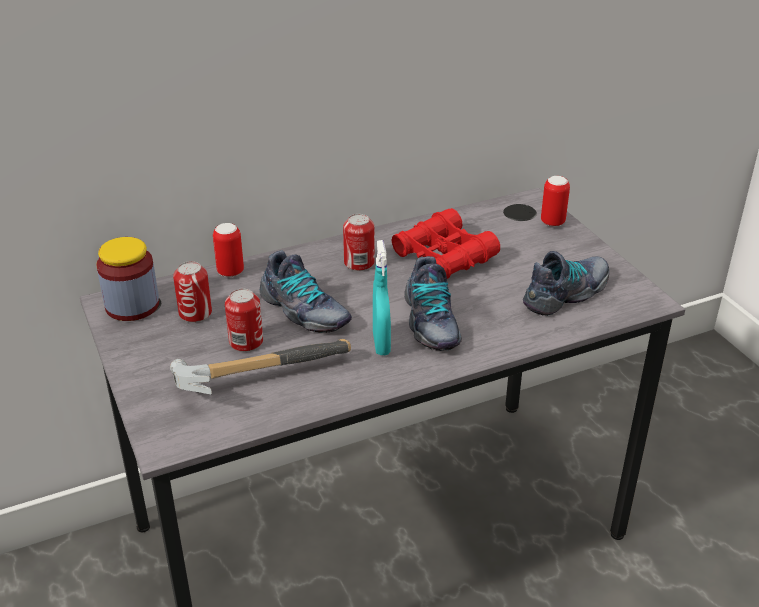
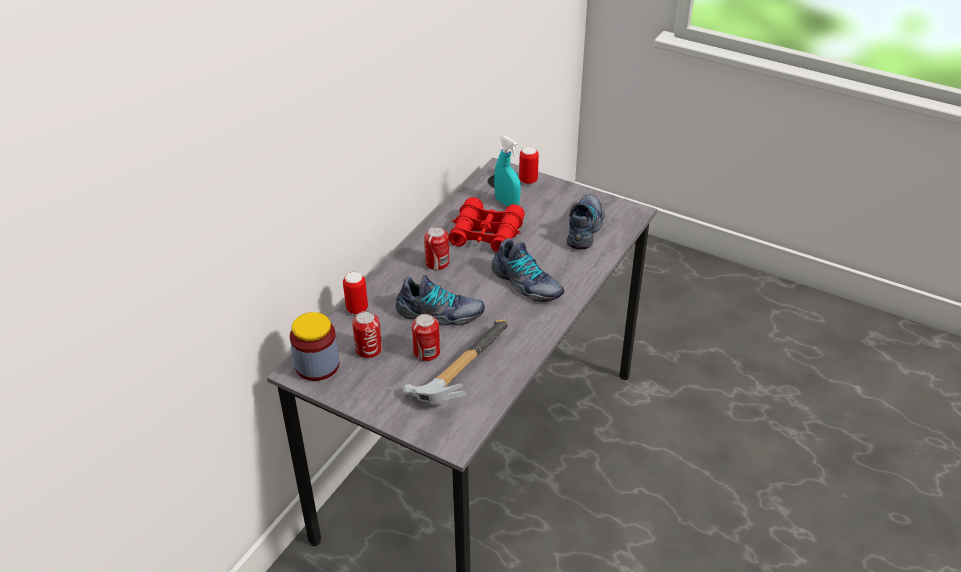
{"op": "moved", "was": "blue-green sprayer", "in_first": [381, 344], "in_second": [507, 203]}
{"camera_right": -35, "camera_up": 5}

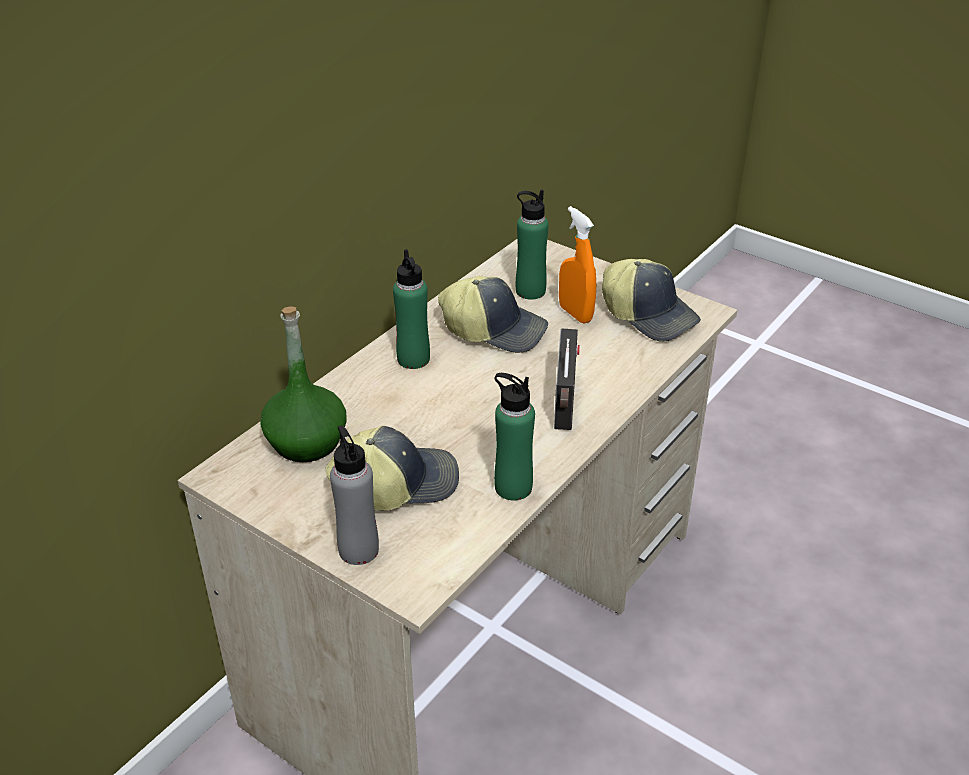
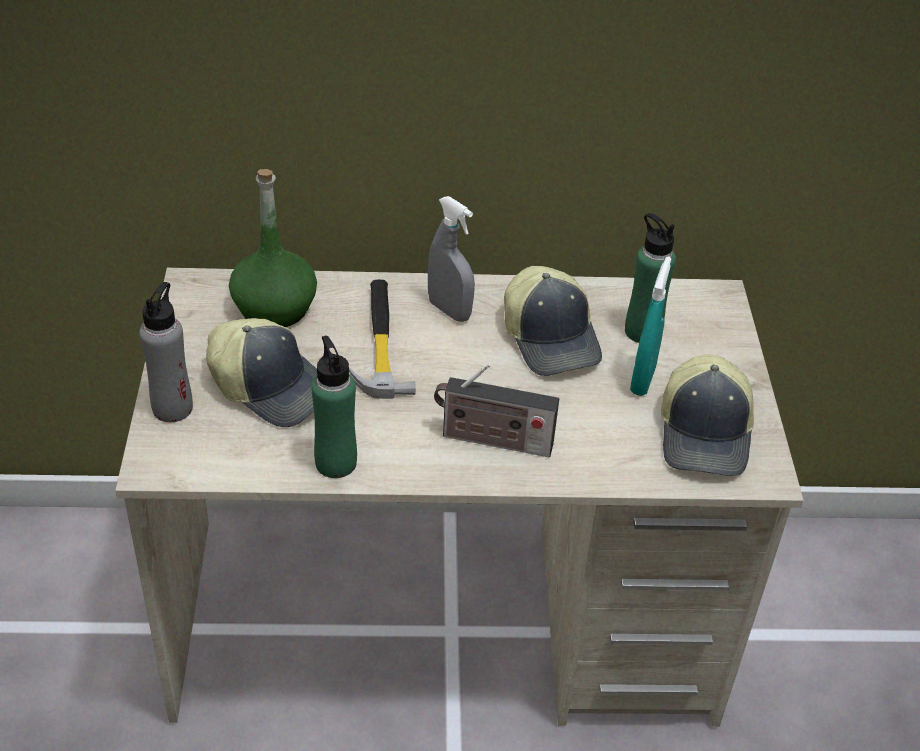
{"op": "added", "now": "tool hammer", "in_second": [379, 340]}
{"op": "replaced", "was": "green bottle", "now": "grey sprayer", "in_first": [413, 359], "in_second": [449, 310]}
{"op": "recoloured", "was": "orangey sprayer", "now": "blue-green sprayer", "in_first": [575, 314], "in_second": [642, 380]}
{"op": "turned", "was": "radio receiver", "in_first": [566, 403], "in_second": [491, 440], "clockwise": 45}
{"camera_right": 50, "camera_up": 5}

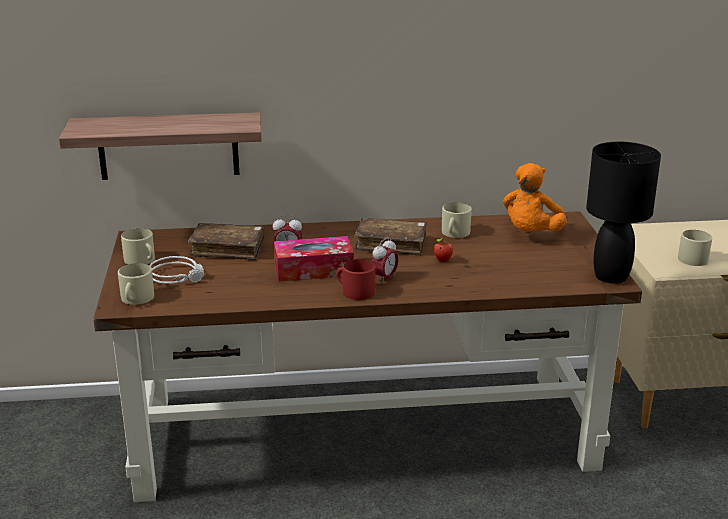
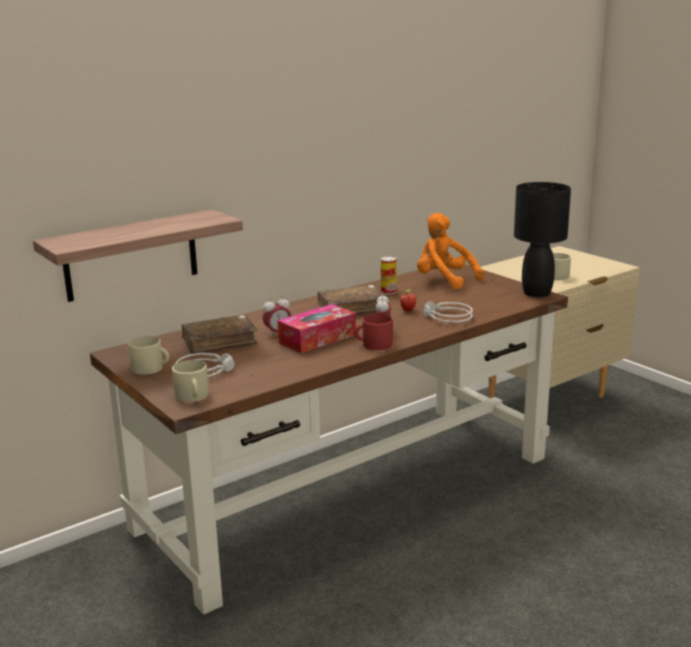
{"op": "added", "now": "grey headphones", "in_second": [446, 317]}
{"op": "replaced", "was": "beige tea mug", "now": "metal can", "in_first": [454, 233], "in_second": [388, 291]}
{"op": "turned", "was": "orangey soft toy", "in_first": [531, 234], "in_second": [444, 280], "clockwise": 135}
{"camera_right": -30, "camera_up": -5}

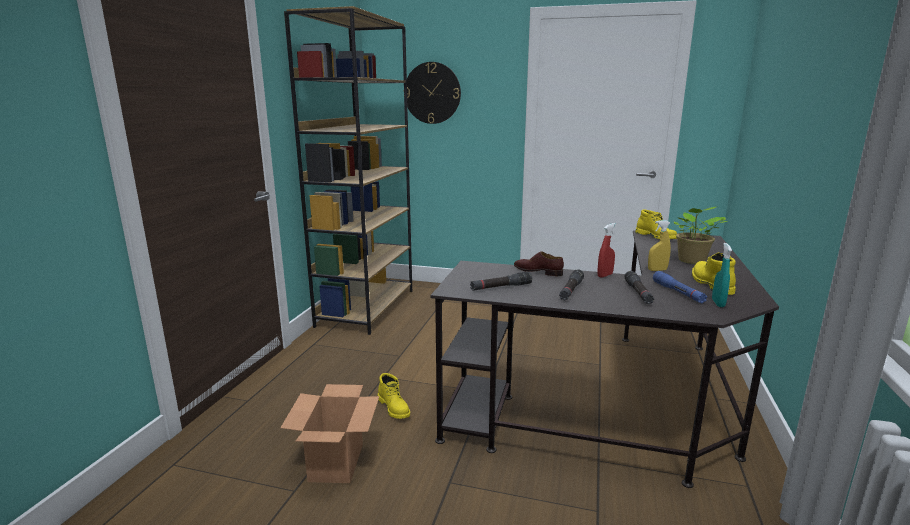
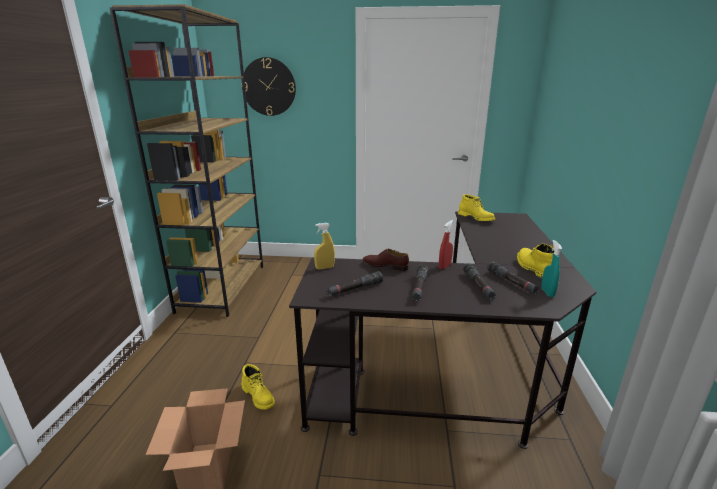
{"op": "removed", "was": "potted plant", "in_first": [691, 261]}
{"op": "moved", "was": "yellowish sprayer", "in_first": [657, 270], "in_second": [324, 268]}
{"op": "recoloured", "was": "blue torch", "now": "black-coloured torch", "in_first": [678, 293], "in_second": [511, 282]}
{"camera_right": -10, "camera_up": 5}

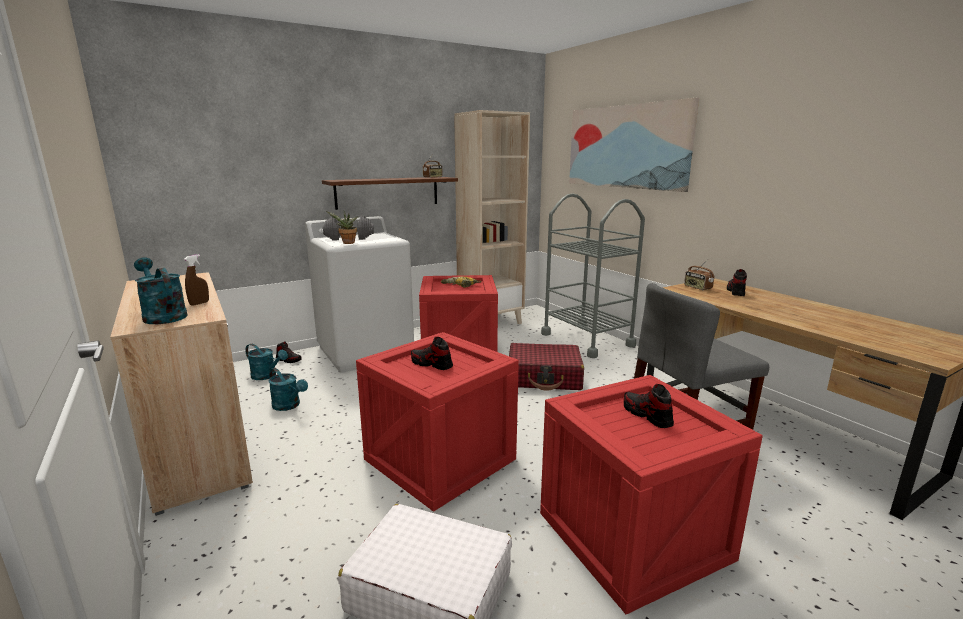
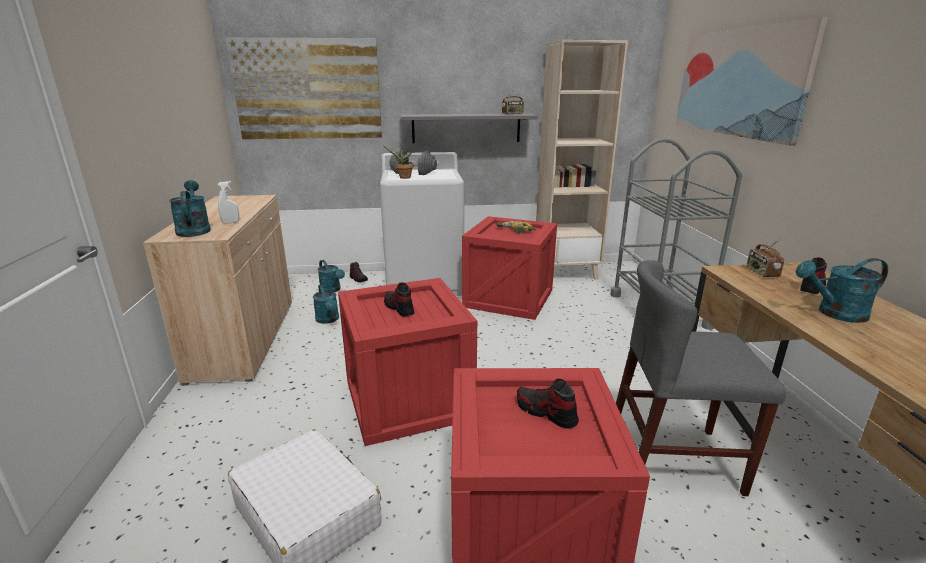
{"op": "removed", "was": "red-coloured piece of luggage", "in_first": [544, 377]}
{"op": "added", "now": "wall picture", "in_second": [308, 89]}
{"op": "added", "now": "blue-green watering pot", "in_second": [835, 314]}
{"op": "recoloured", "was": "brown-coloured sprayer", "now": "white-coloured sprayer", "in_first": [199, 303], "in_second": [231, 222]}
{"op": "recoloured", "was": "brown-coloured wall shelf", "now": "grey wall shelf", "in_first": [387, 192], "in_second": [466, 128]}
{"op": "turned", "was": "shoe", "in_first": [647, 415], "in_second": [546, 413], "clockwise": -45}
{"camera_right": 25, "camera_up": 5}

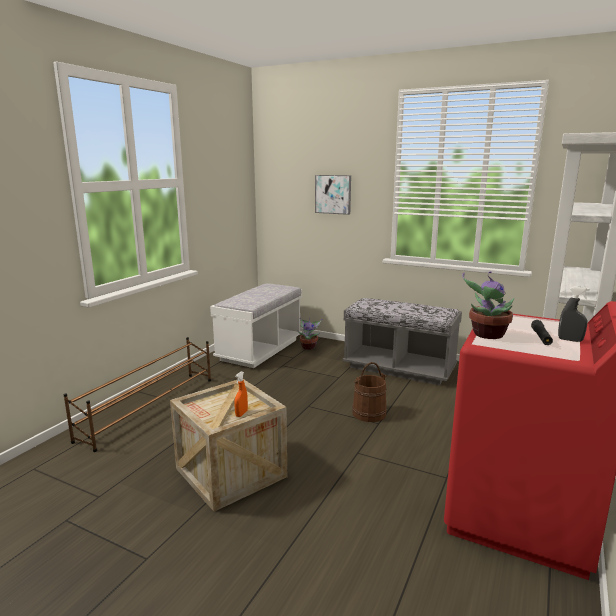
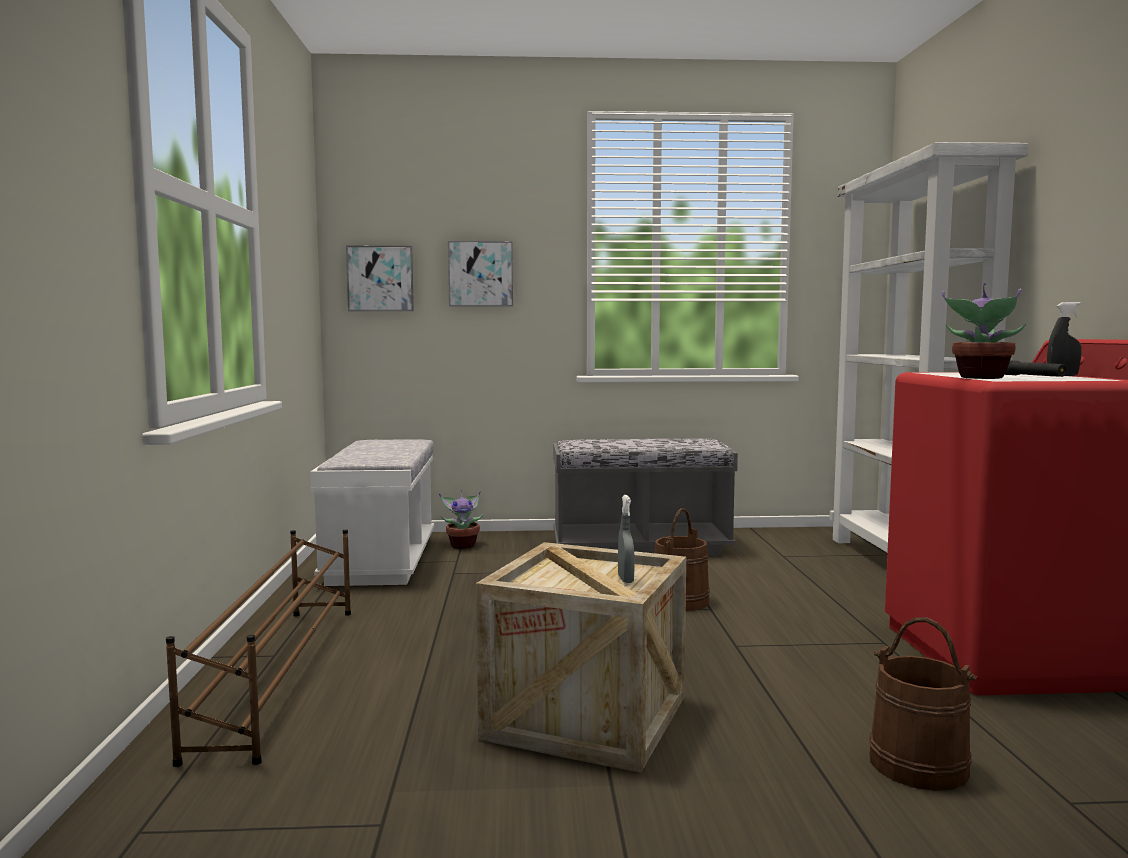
{"op": "added", "now": "wall picture", "in_second": [380, 278]}
{"op": "added", "now": "brown-coloured water bucket", "in_second": [917, 765]}
{"op": "recoloured", "was": "orangey sprayer", "now": "grey sprayer", "in_first": [241, 413], "in_second": [625, 579]}
{"camera_right": -30, "camera_up": -10}

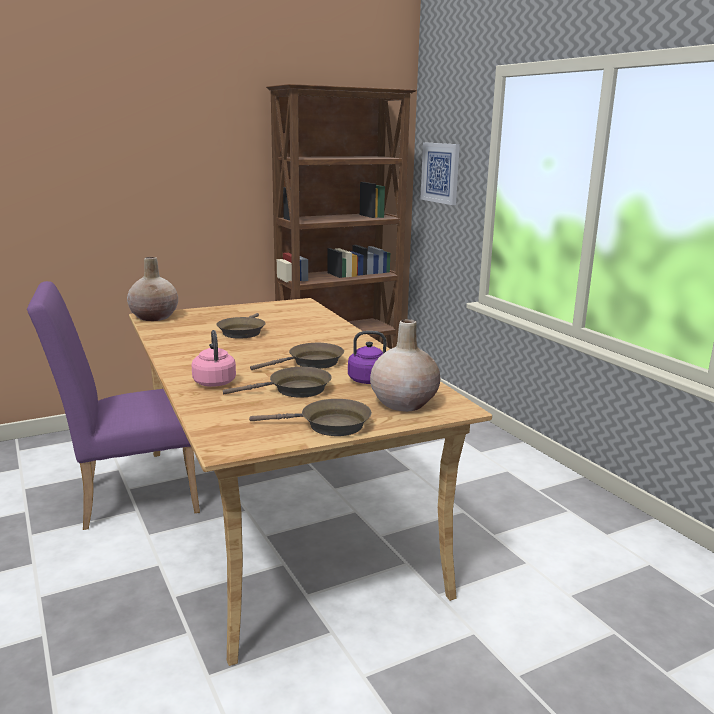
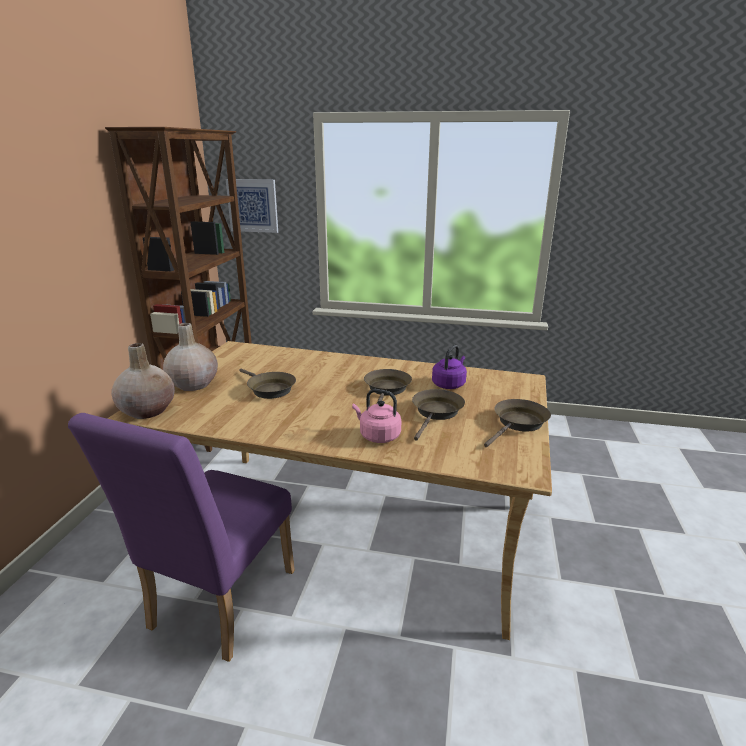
{"op": "moved", "was": "beige vase", "in_first": [404, 403], "in_second": [193, 384]}
{"camera_right": -50, "camera_up": 5}

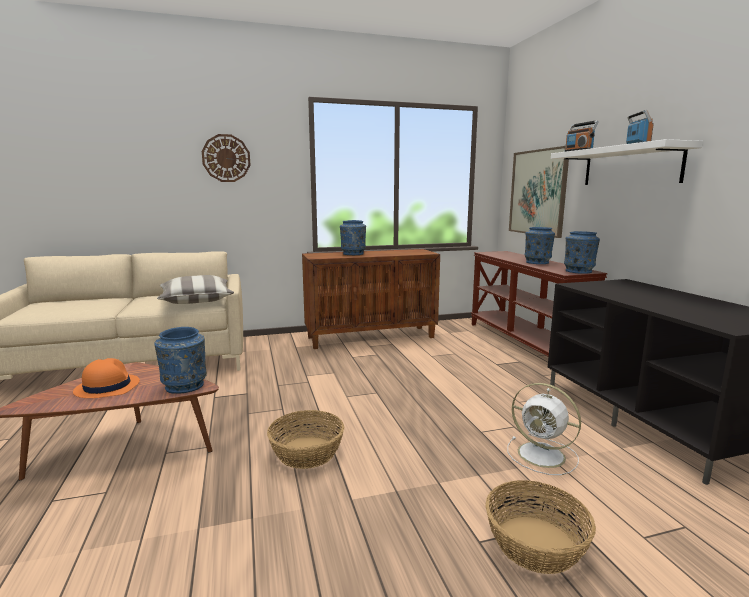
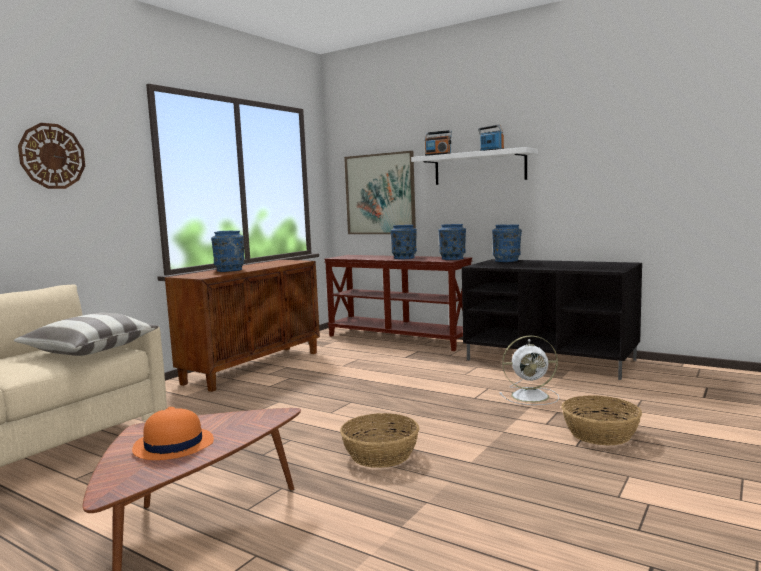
{"op": "moved", "was": "blue vase", "in_first": [184, 386], "in_second": [507, 260]}
{"camera_right": -40, "camera_up": -5}

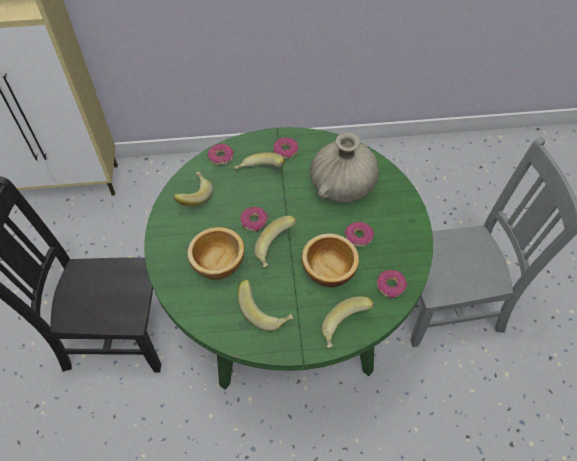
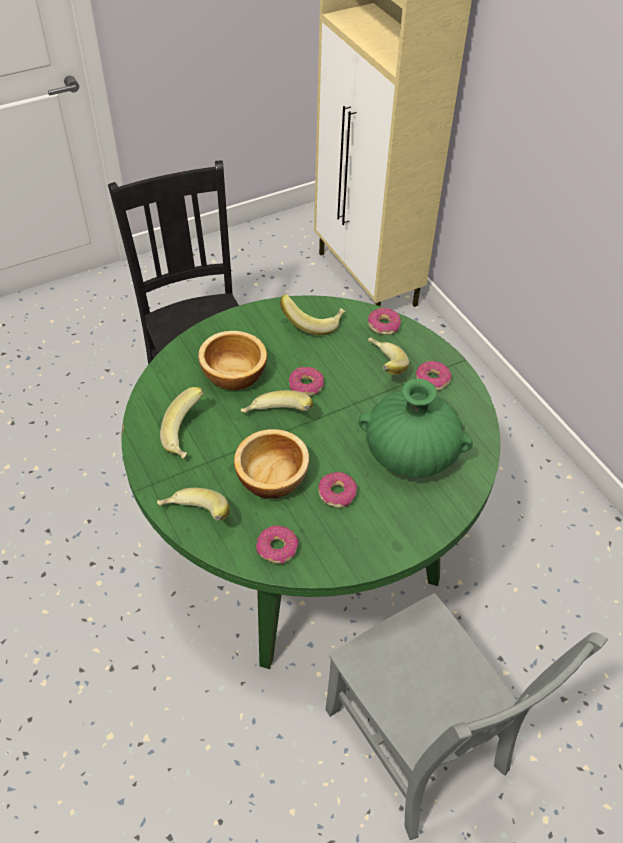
{"op": "recoloured", "was": "beige vase", "now": "green vase", "in_first": [343, 186], "in_second": [410, 454]}
{"camera_right": 65, "camera_up": -5}

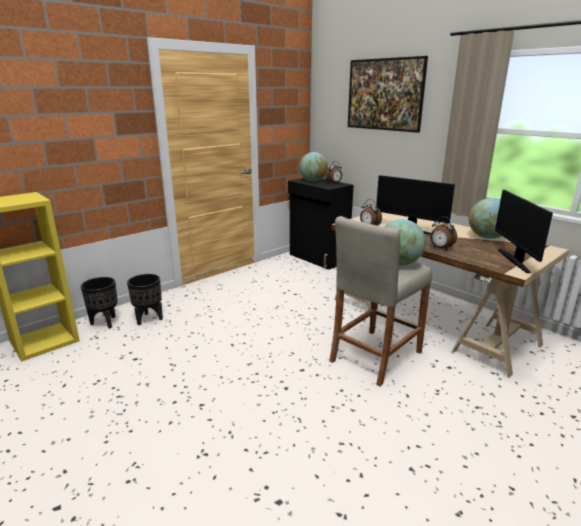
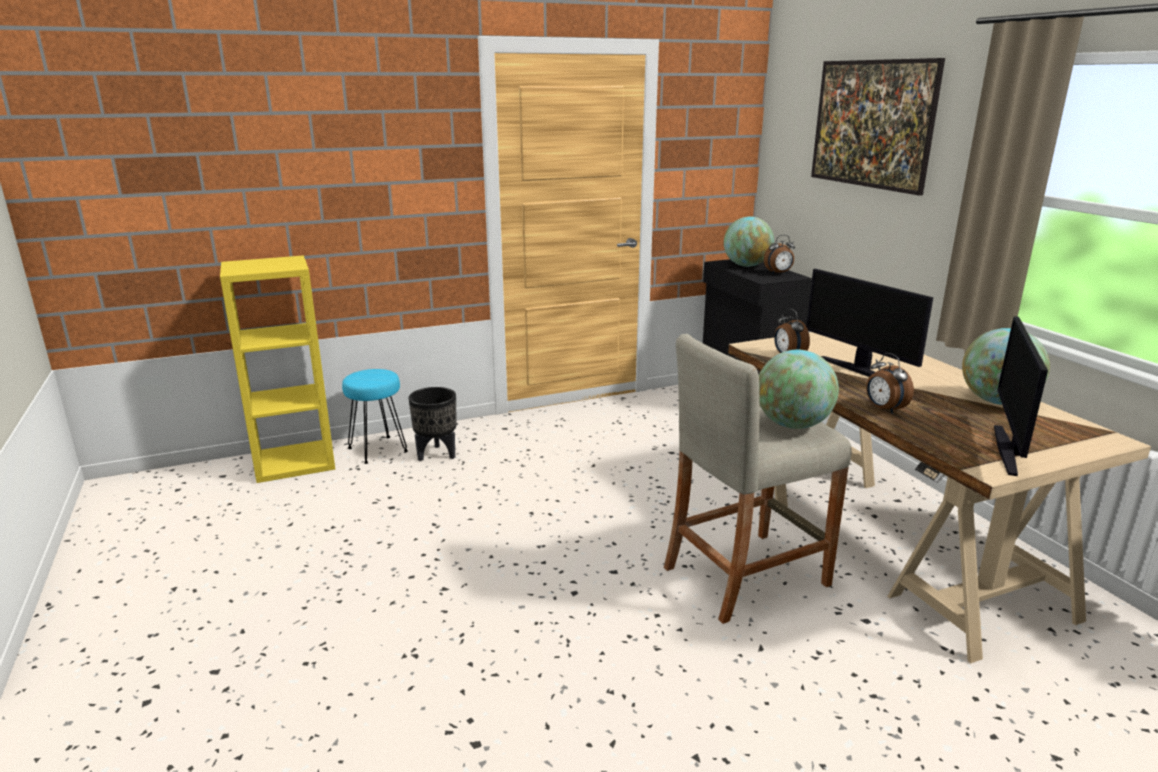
{"op": "replaced", "was": "black-coloured plant pot", "now": "blue-green stool seat", "in_first": [105, 322], "in_second": [378, 450]}
{"camera_right": 20, "camera_up": 0}

